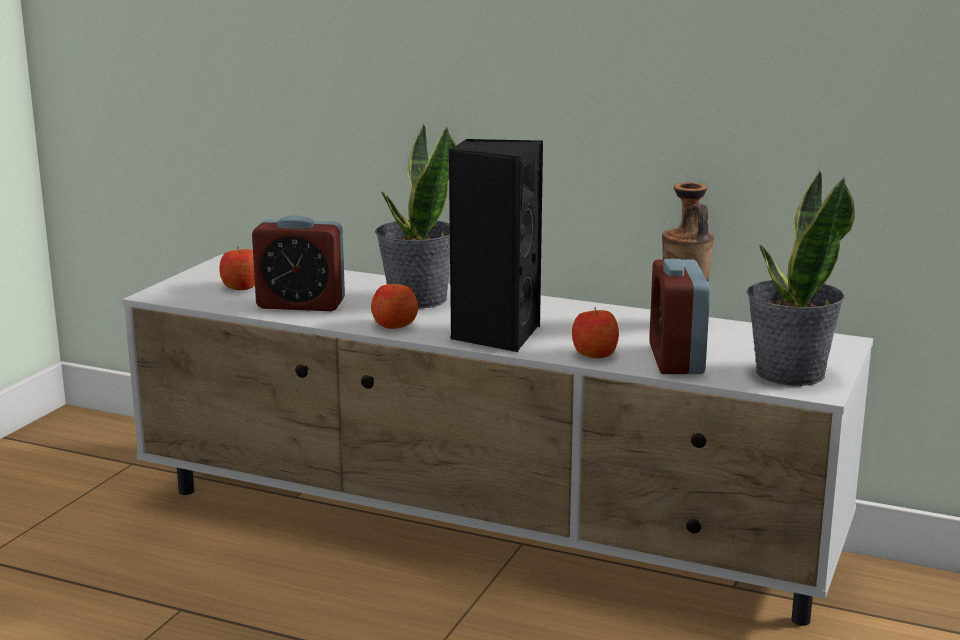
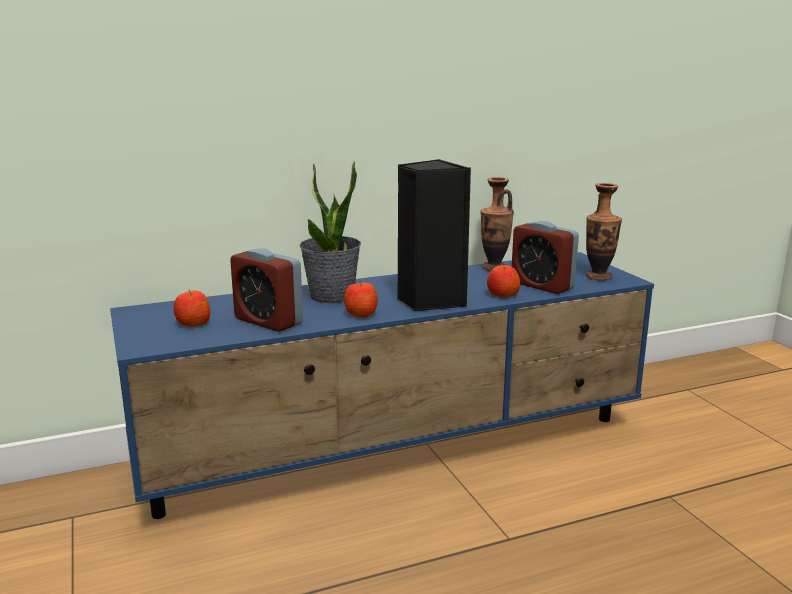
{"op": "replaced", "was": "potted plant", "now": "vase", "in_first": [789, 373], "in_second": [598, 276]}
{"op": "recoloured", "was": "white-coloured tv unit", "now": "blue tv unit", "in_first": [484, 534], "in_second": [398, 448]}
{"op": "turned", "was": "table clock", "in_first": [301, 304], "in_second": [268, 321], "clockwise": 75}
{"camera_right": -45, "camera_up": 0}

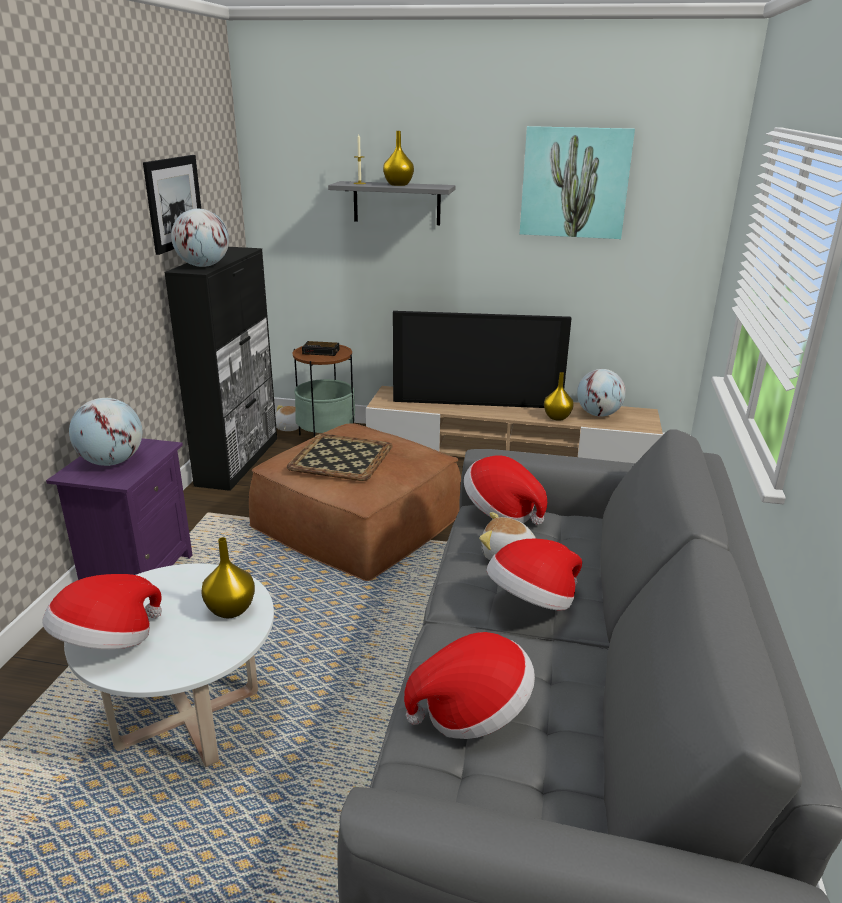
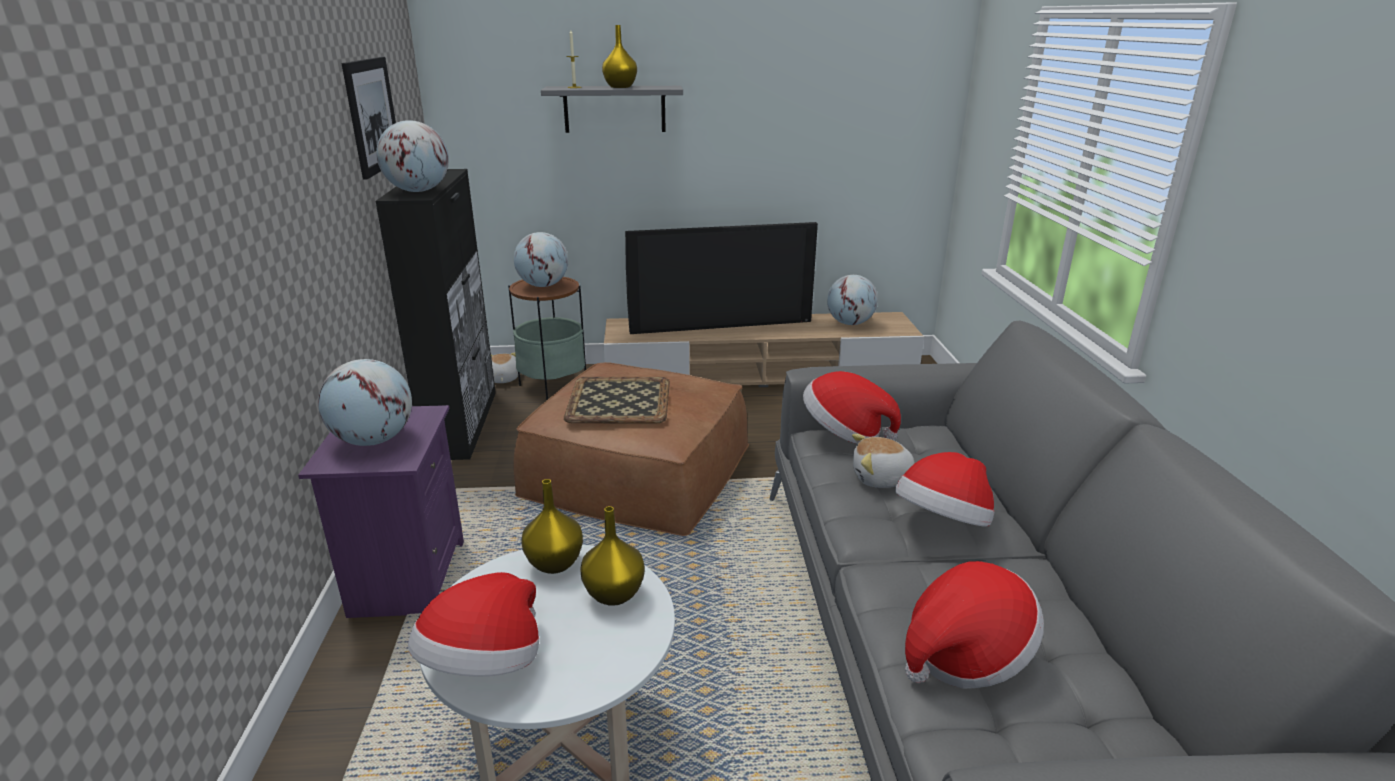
{"op": "removed", "was": "wall picture", "in_first": [574, 183]}
{"op": "moved", "was": "yellowish vase", "in_first": [557, 417], "in_second": [555, 564]}
{"op": "replaced", "was": "table clock", "now": "globe", "in_first": [321, 351], "in_second": [543, 285]}
{"camera_right": -15, "camera_up": 0}

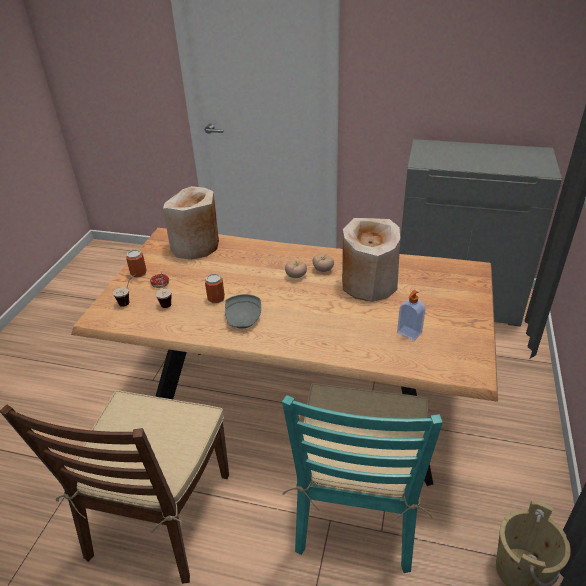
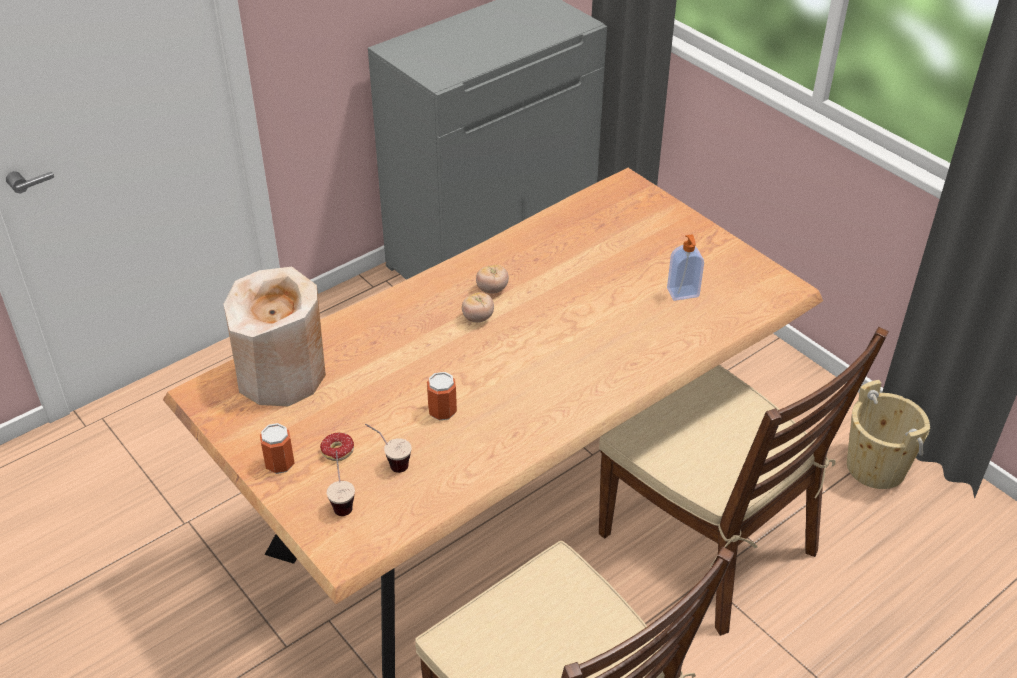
{"op": "removed", "was": "grey dinner plate", "in_first": [244, 318]}
{"op": "removed", "was": "beige vase", "in_first": [368, 284]}
{"op": "recoloured", "was": "blue-green plain chair", "now": "brown-coloured plain chair", "in_first": [358, 507], "in_second": [709, 544]}
{"camera_right": -55, "camera_up": 5}

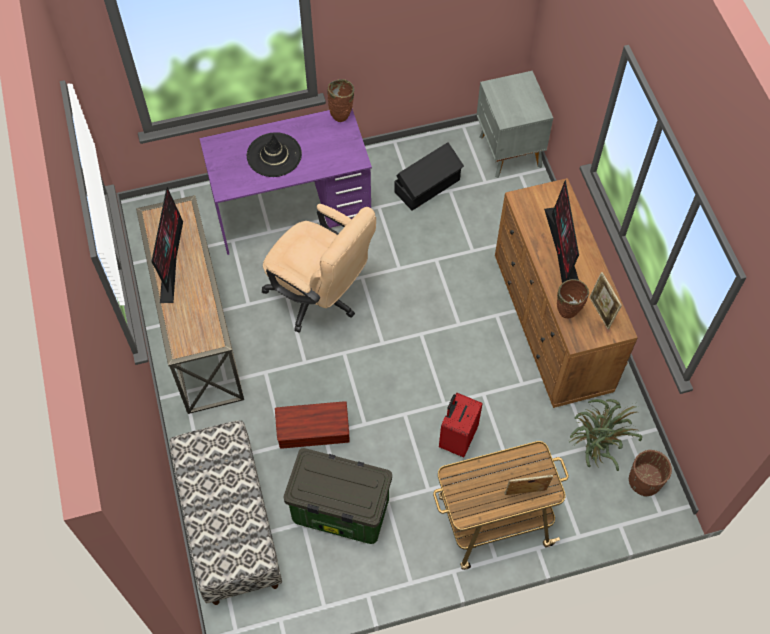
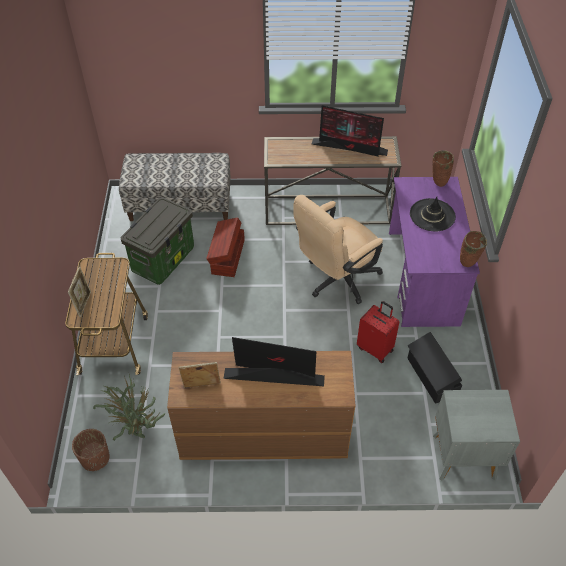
{"op": "moved", "was": "red-coloured piece of luggage", "in_first": [457, 438], "in_second": [375, 348]}
{"op": "moved", "was": "brown-coloured vase", "in_first": [566, 314], "in_second": [438, 182]}
{"camera_right": 105, "camera_up": -10}

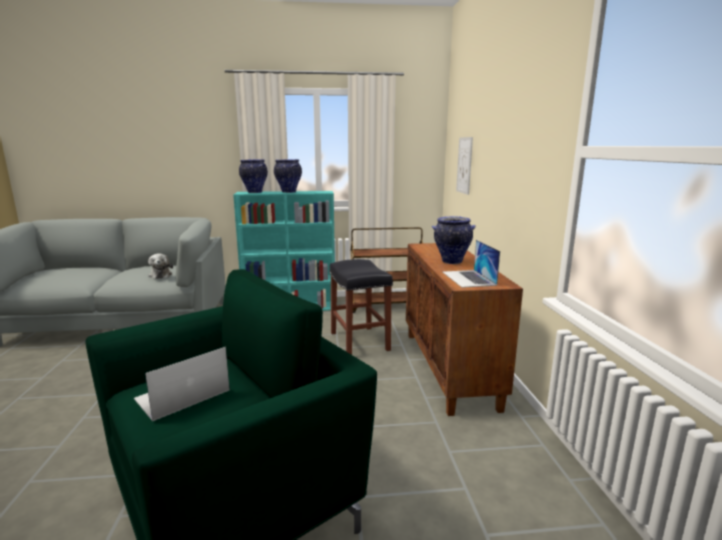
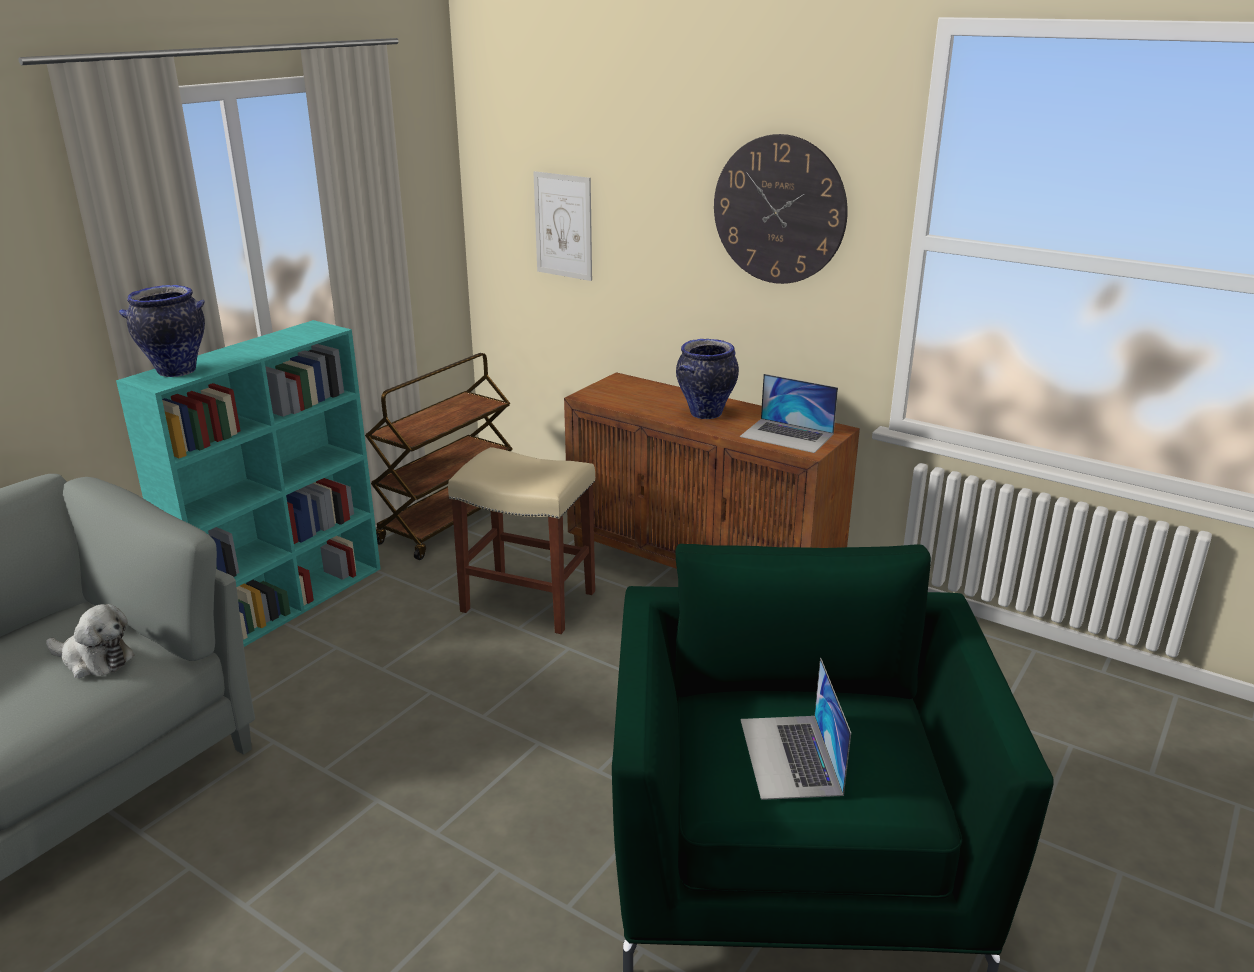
{"op": "removed", "was": "vase", "in_first": [288, 192]}
{"op": "added", "now": "clock on the wall", "in_second": [779, 210]}
{"op": "recoloured", "was": "black-coloured stool seat", "now": "beige stool seat", "in_first": [360, 342], "in_second": [530, 601]}
{"camera_right": -50, "camera_up": 10}

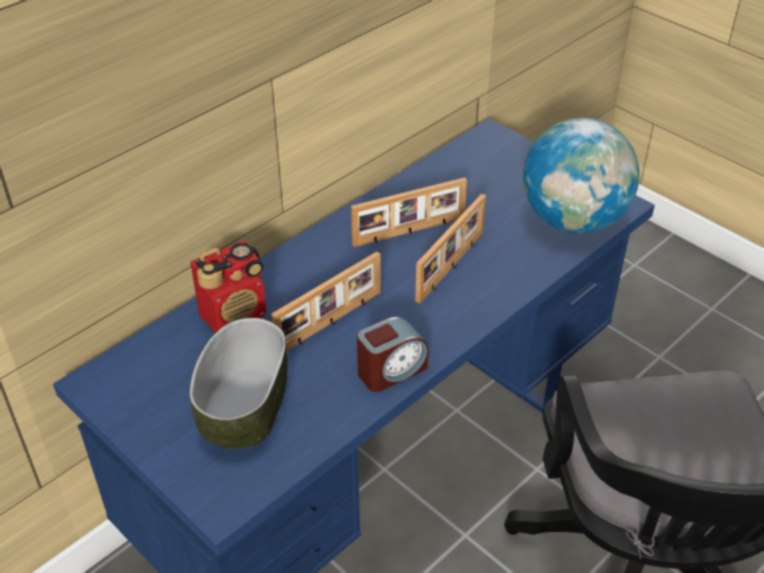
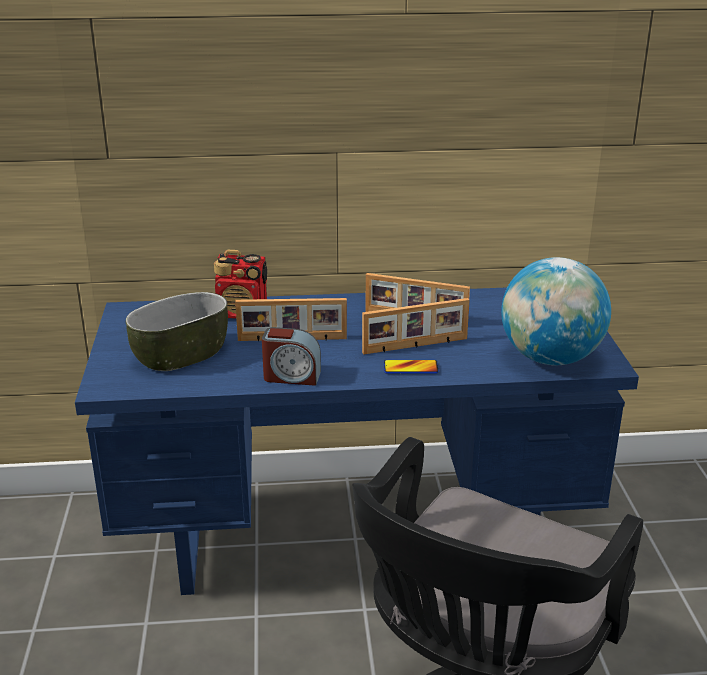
{"op": "added", "now": "handset", "in_second": [411, 368]}
{"camera_right": 40, "camera_up": -15}

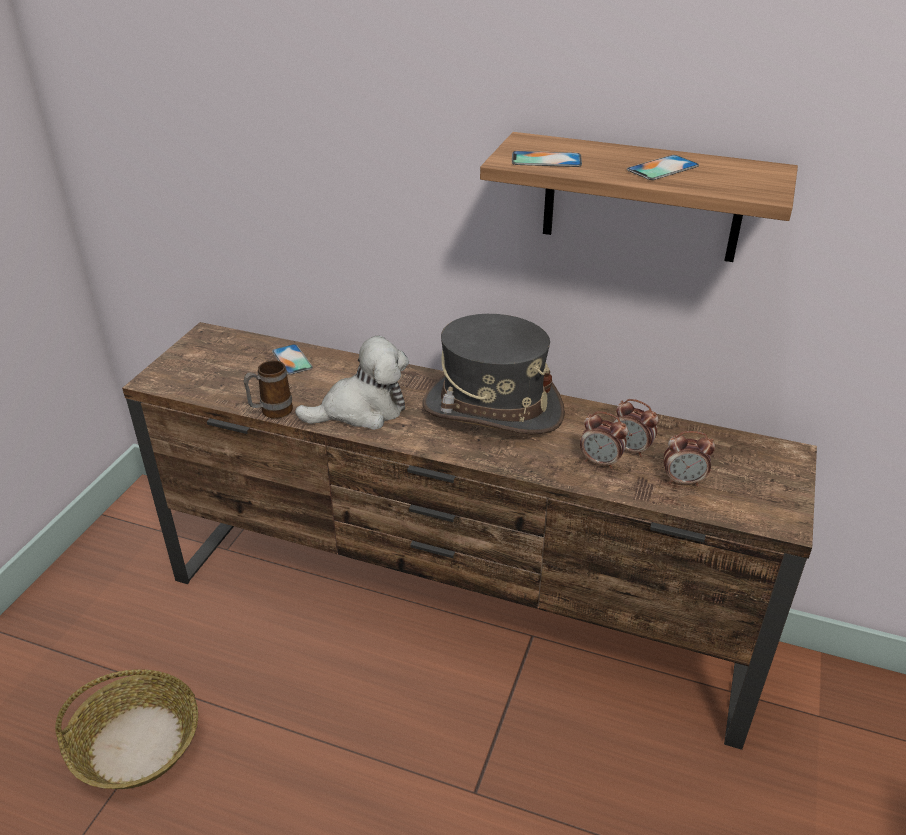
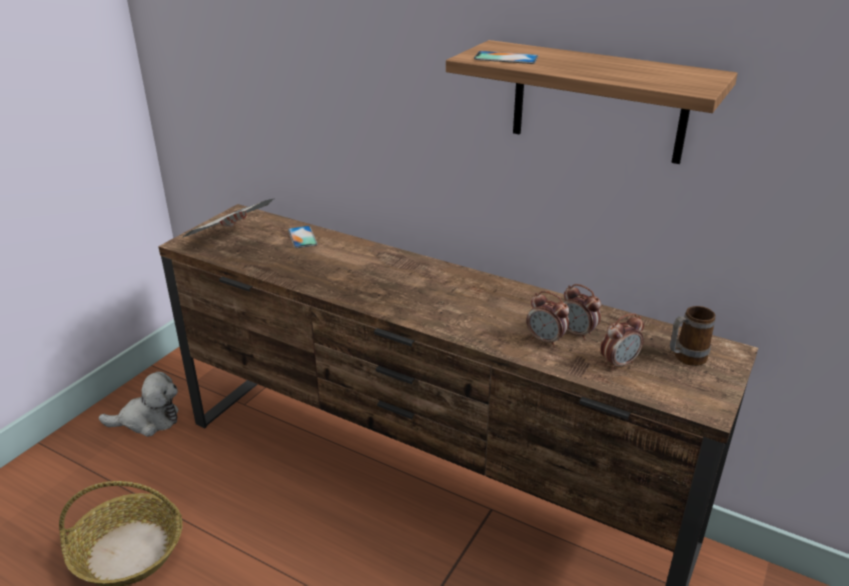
{"op": "removed", "was": "grey clothing hat", "in_first": [492, 409]}
{"op": "removed", "was": "handset", "in_first": [662, 168]}
{"op": "added", "now": "daily paper", "in_second": [230, 241]}
{"op": "moved", "was": "tea mug", "in_first": [271, 412], "in_second": [685, 359]}
{"op": "moved", "was": "soft toy", "in_first": [361, 410], "in_second": [148, 420]}
{"op": "turned", "was": "table clock", "in_first": [683, 481], "in_second": [619, 363], "clockwise": -45}
{"camera_right": 10, "camera_up": -5}

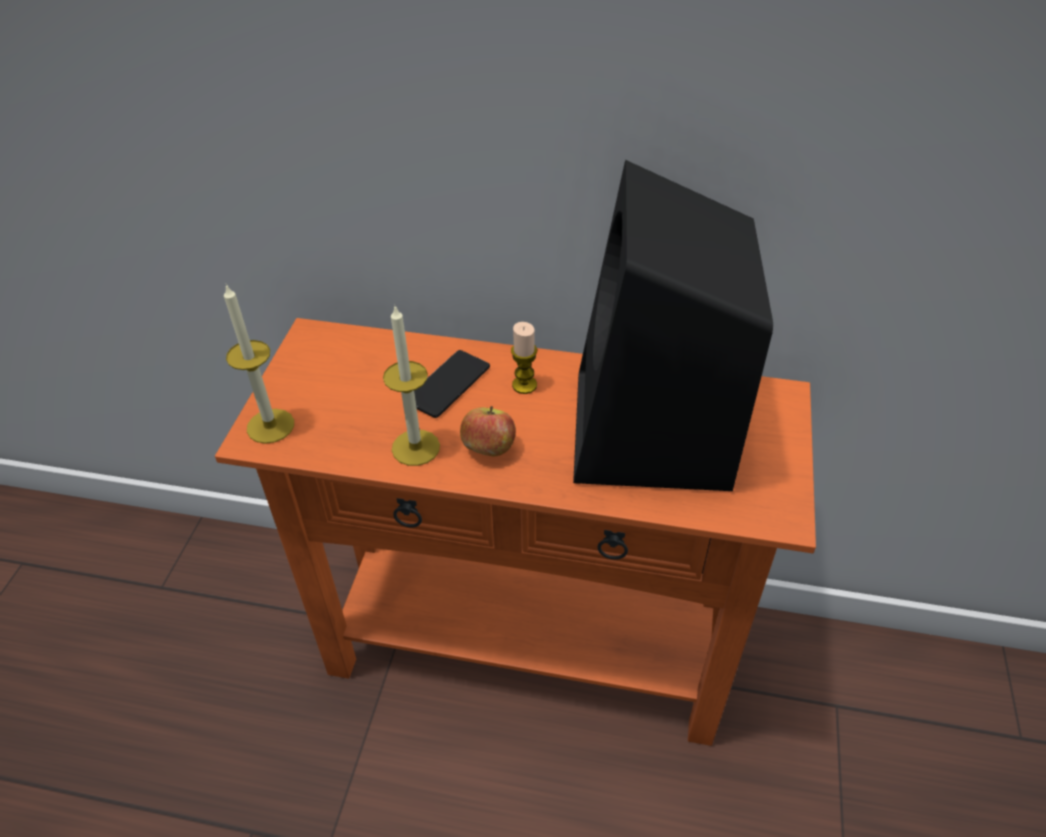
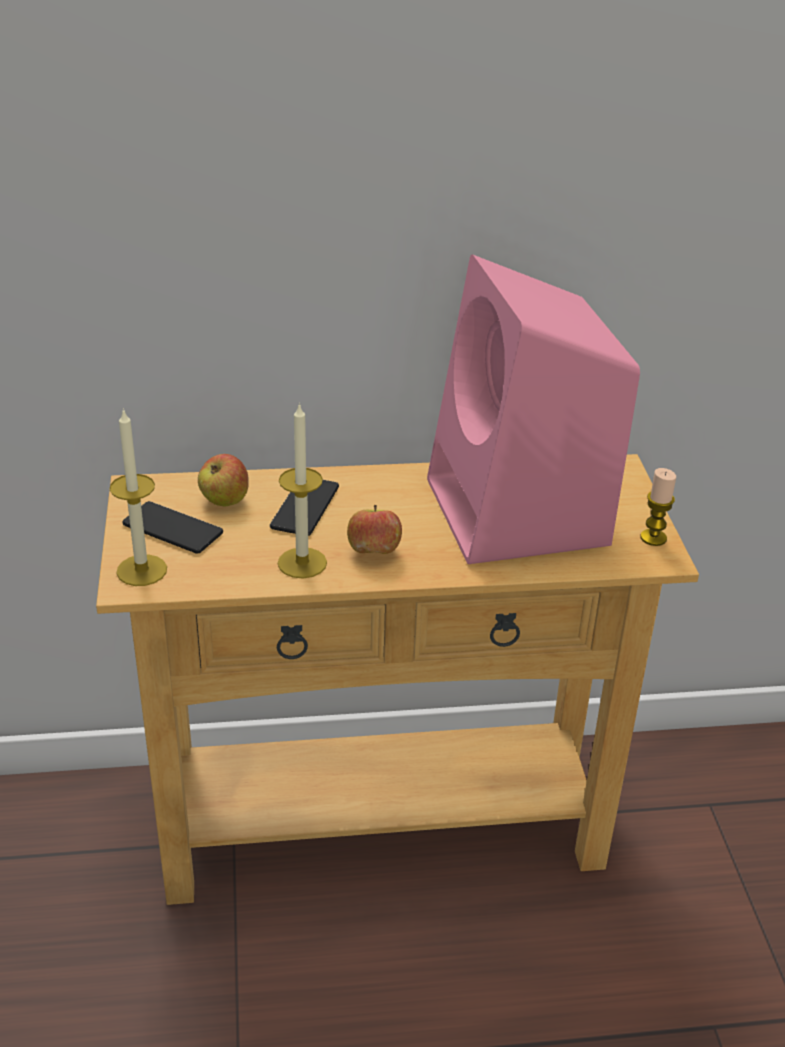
{"op": "added", "now": "handset", "in_second": [172, 529]}
{"op": "added", "now": "apple fruit", "in_second": [225, 500]}
{"op": "moved", "was": "candle", "in_first": [524, 385], "in_second": [653, 538]}
{"op": "recoloured", "was": "orangey hall table", "now": "beige hall table", "in_first": [526, 649], "in_second": [382, 827]}
{"op": "recoloured", "was": "black-coloured loudspeaker", "now": "pink loudspeaker", "in_first": [652, 433], "in_second": [519, 514]}
{"camera_right": -20, "camera_up": -10}

